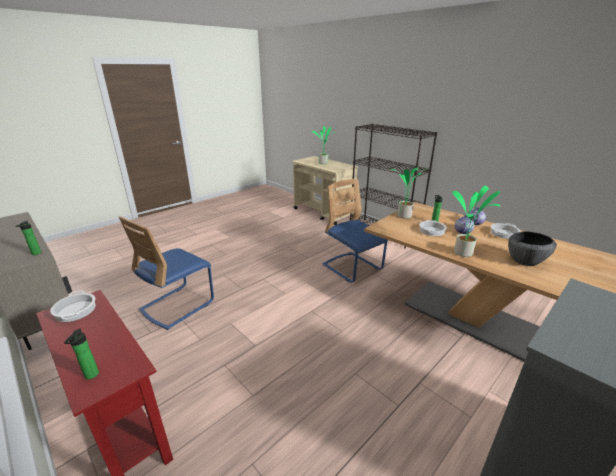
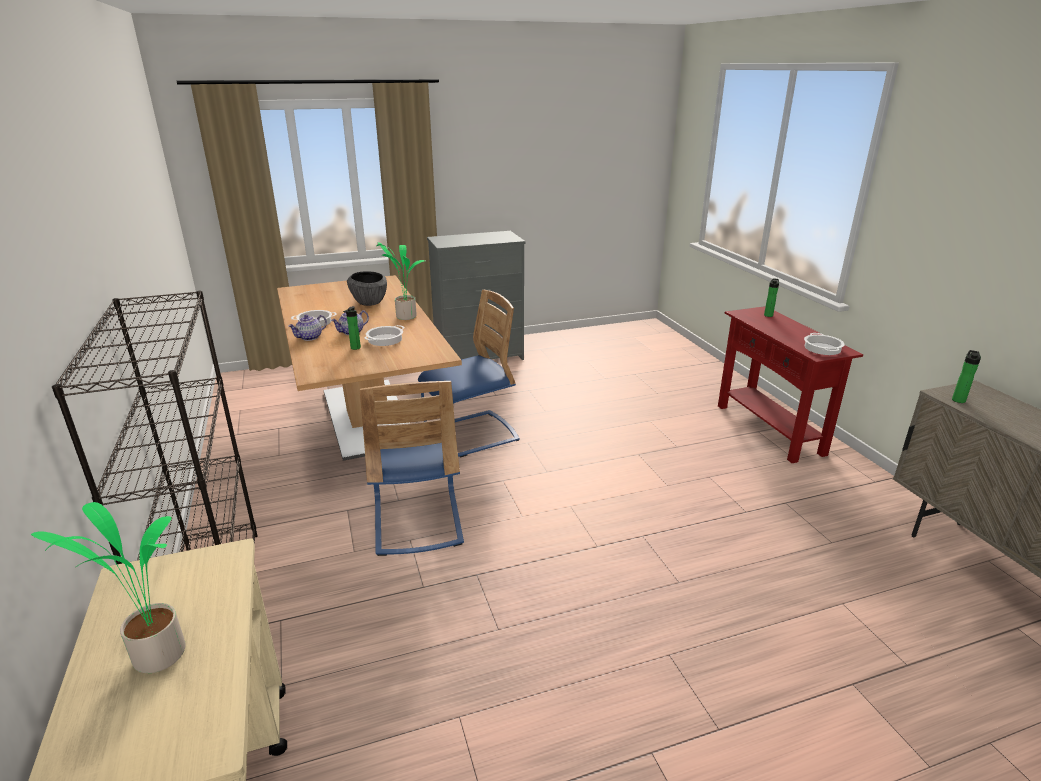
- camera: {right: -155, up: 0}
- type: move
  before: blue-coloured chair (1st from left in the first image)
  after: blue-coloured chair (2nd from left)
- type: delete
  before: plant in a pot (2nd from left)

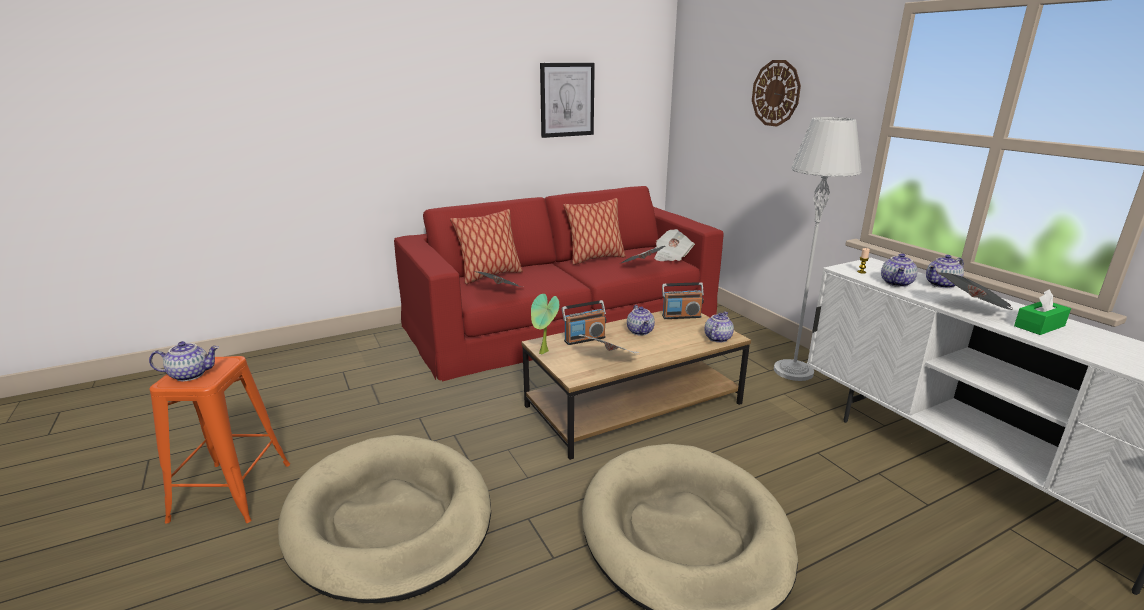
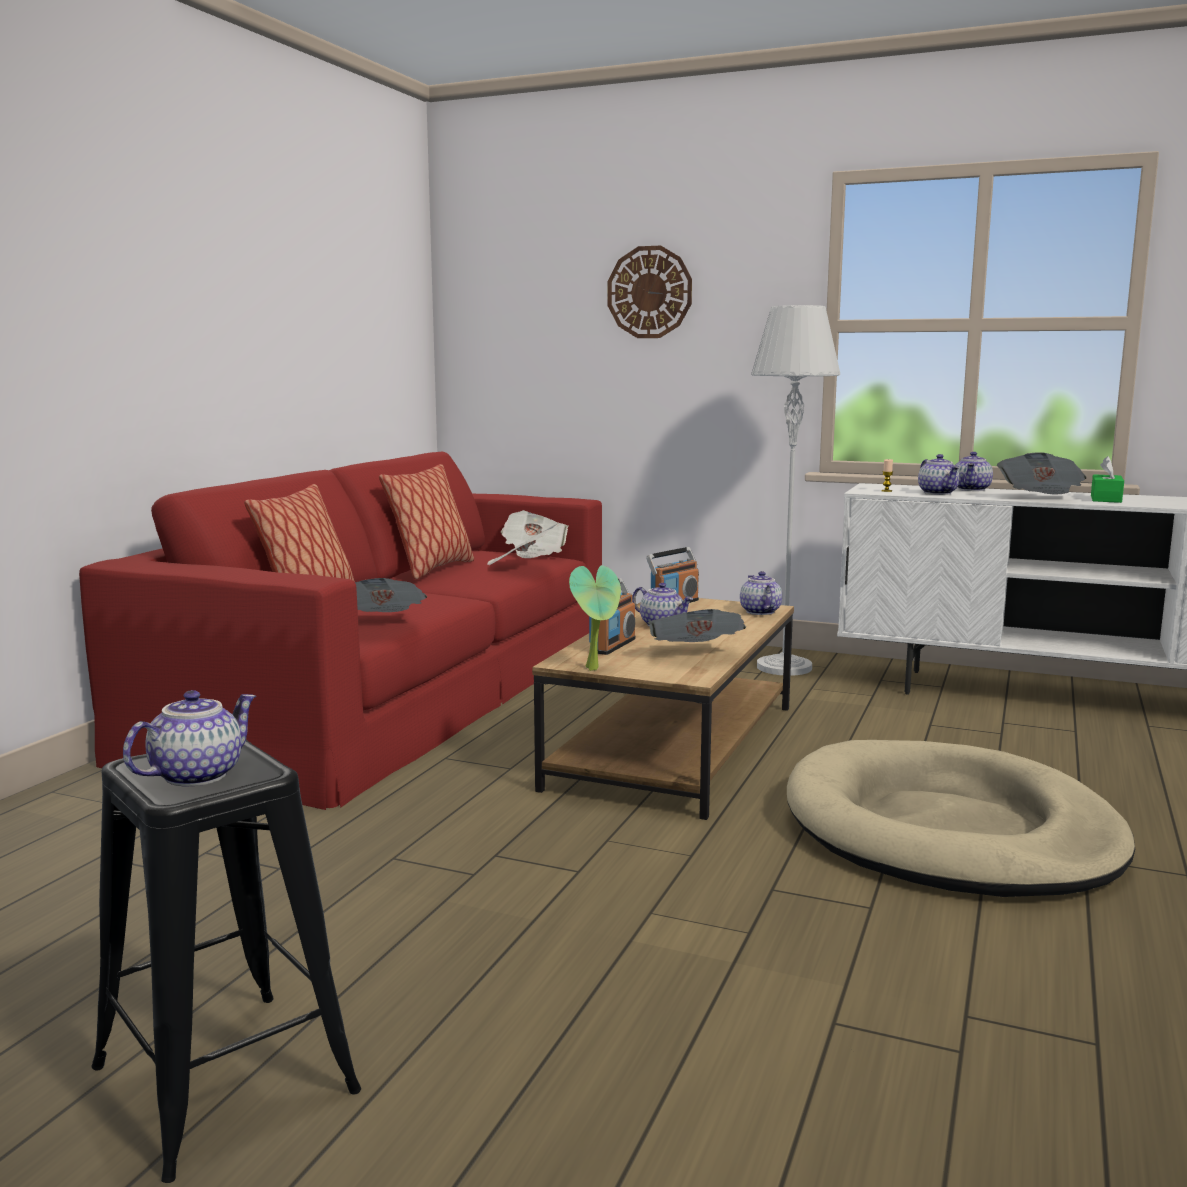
- camera: {right: -40, up: -10}
- type: recolor
  before: orange stool
  after: black-coloured stool
- type: delete
  before: beige dog bed (1st from left)
- type: delete
  before: wall picture

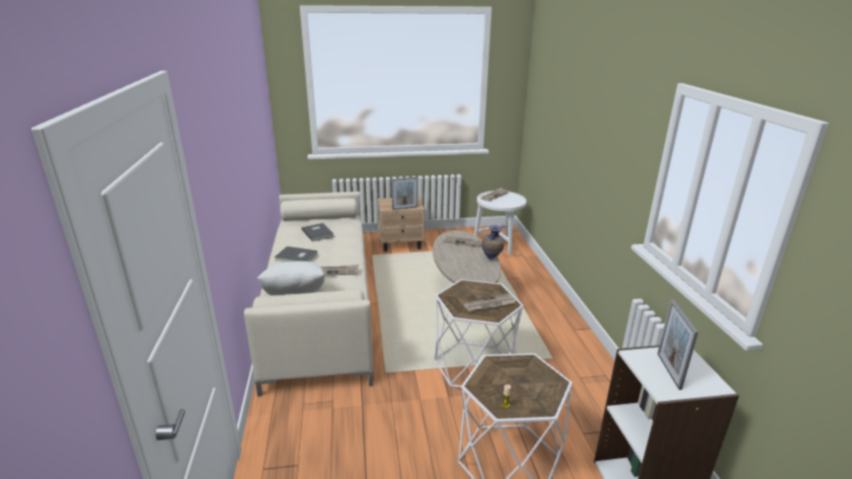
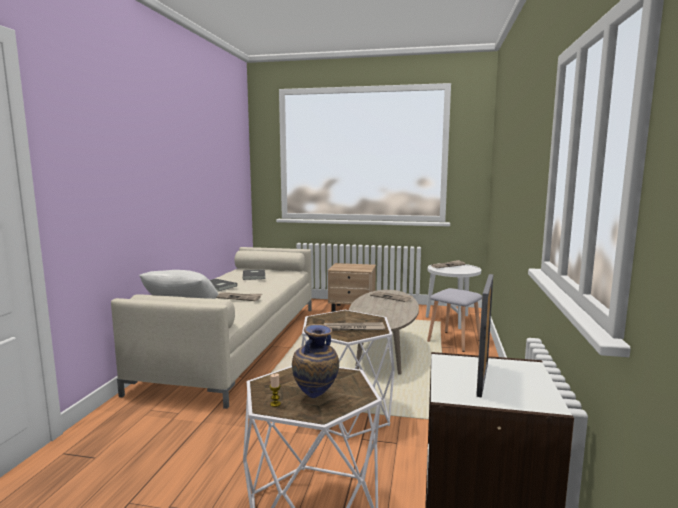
- camera: {right: 20, up: -15}
- type: move
  before: flower vase
- type: insert
  after: grey stool
- type: delete
  before: standing frame (1st from left)

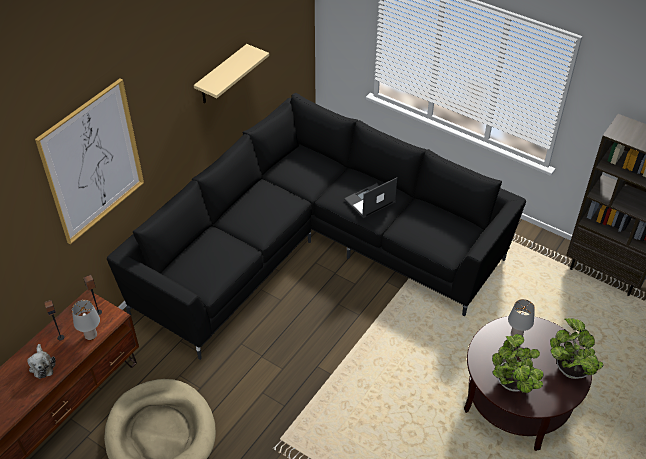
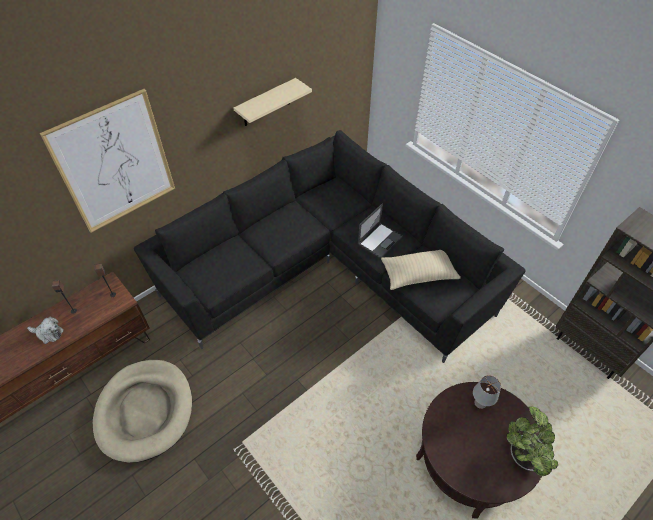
- camera: {right: 15, up: 5}
- type: rotate
  before: plush toy
  turn: -75
- type: rotate
  before: notebook computer
  turn: 150
- type: insert
  after: beige cushion
- type: delete
  before: grey tabletop lamp (1st from left)
- type: delete
  before: plant in a pot (1st from left)

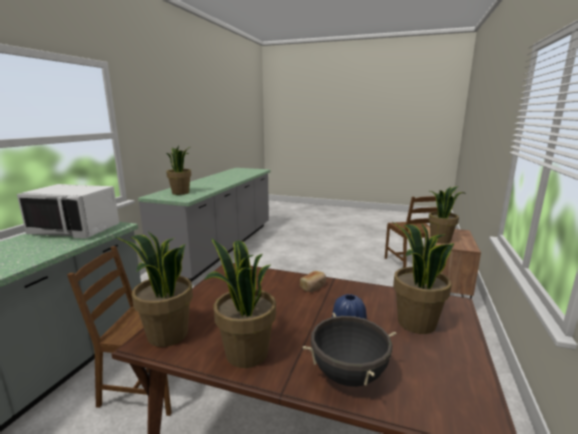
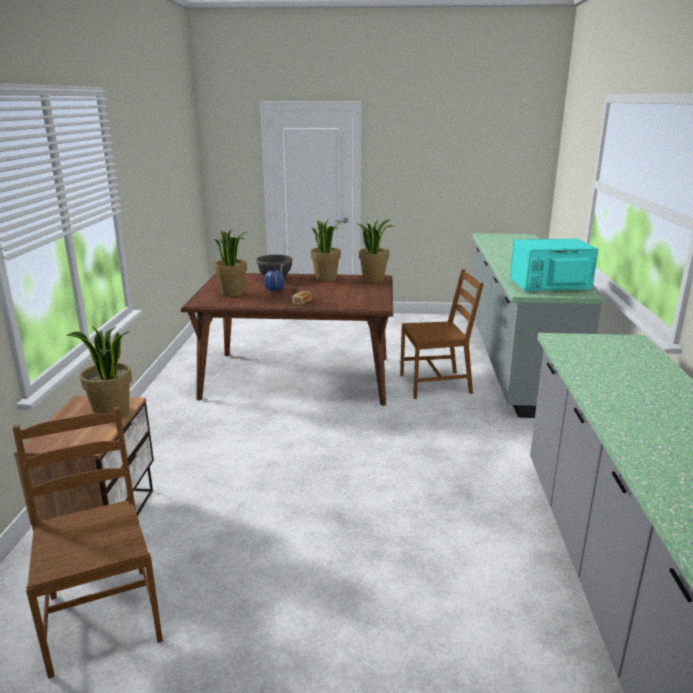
- camera: {right: 165, up: 5}
- type: recolor
  before: white-coloured kitchen microwave
  after: blue-green kitchen microwave
- type: delete
  before: plant in a pot (2nd from left)

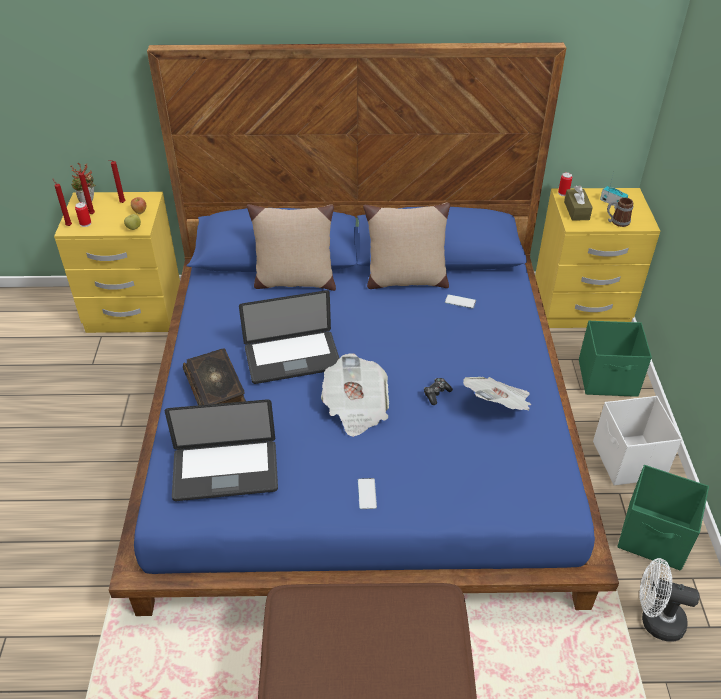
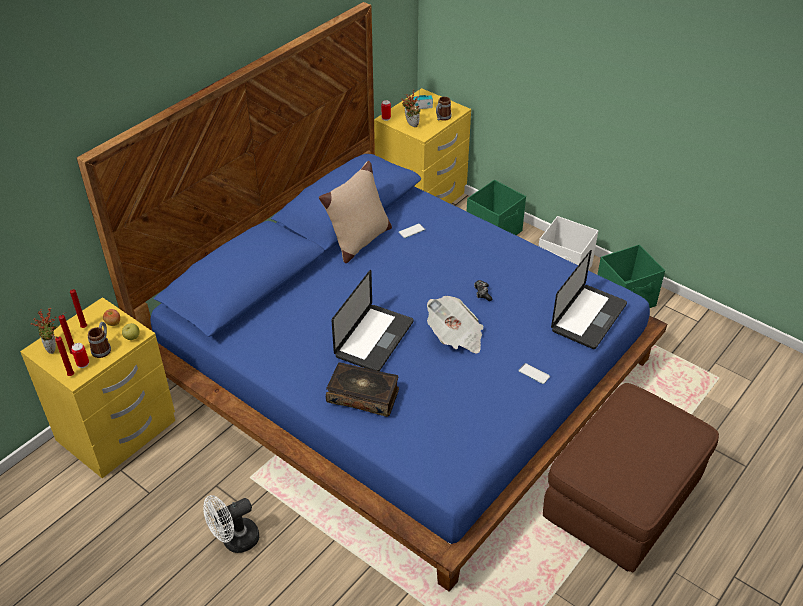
- camera: {right: -50, up: 0}
- type: insert
  after: coffee mug (1st from left)
- type: move
  before: white-coloured cooling fan
- type: replace
  before: brown-coloured box of tissues
  after: plant in a pot (2nd from left)
- type: move
  before: notebook computer (1st from left in the first image)
  after: notebook computer (2nd from left)
- type: delete
  before: beige cushion (1st from left)
- type: delete
  before: newspaper (2nd from left)

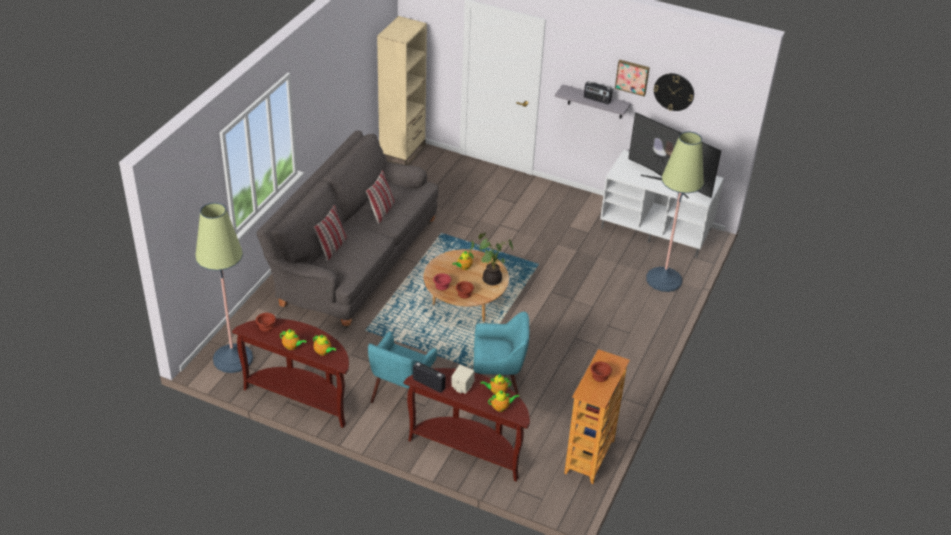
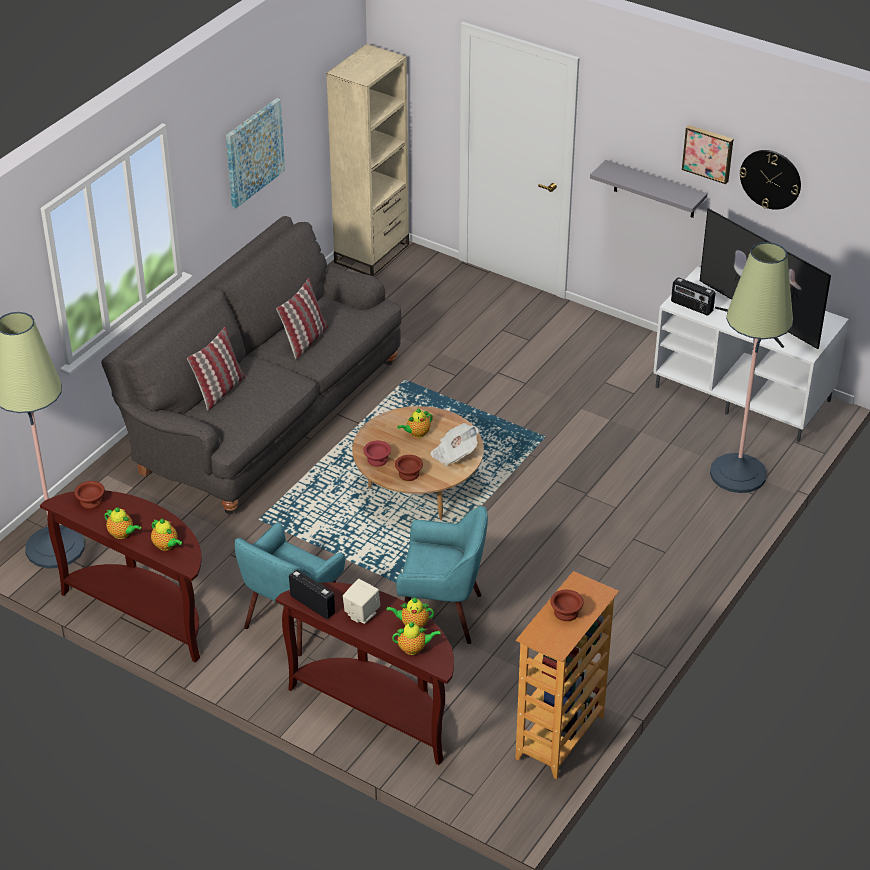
- camera: {right: 10, up: 0}
- type: insert
  after: wall picture (1st from left)
- type: replace
  before: plant in a pot
  after: newspaper
- type: move
  before: radio set (2nd from left)

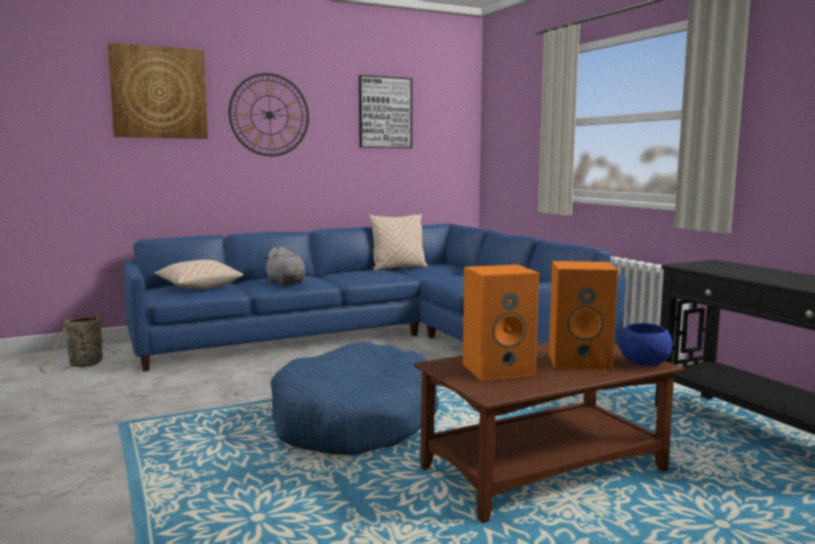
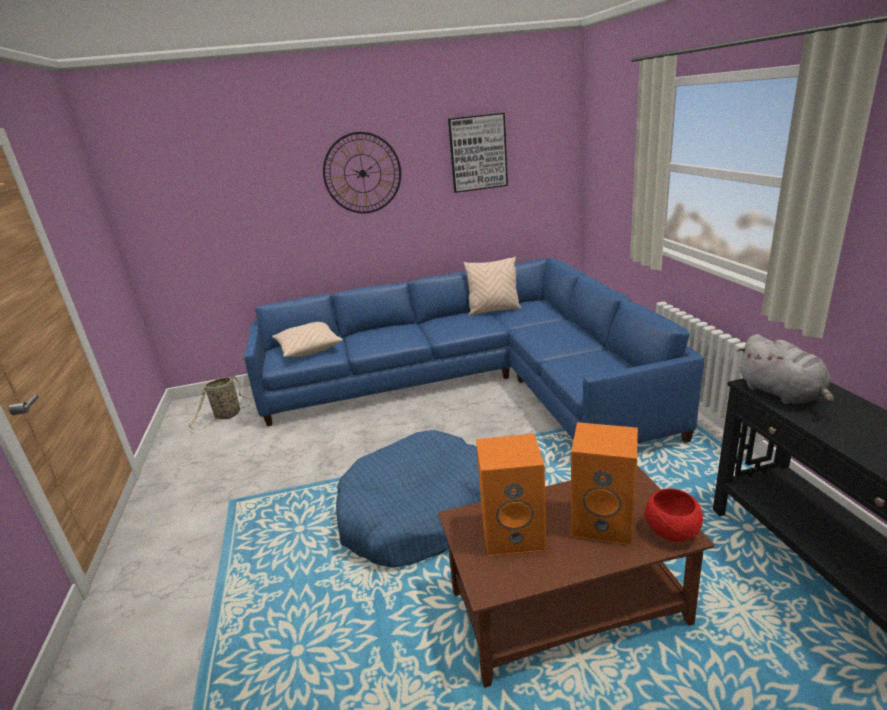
- camera: {right: 15, up: 15}
- type: recolor
  before: blue-coloured deep dish
  after: reddish deep dish
- type: move
  before: grey plush toy
- type: delete
  before: wall picture (1st from left)

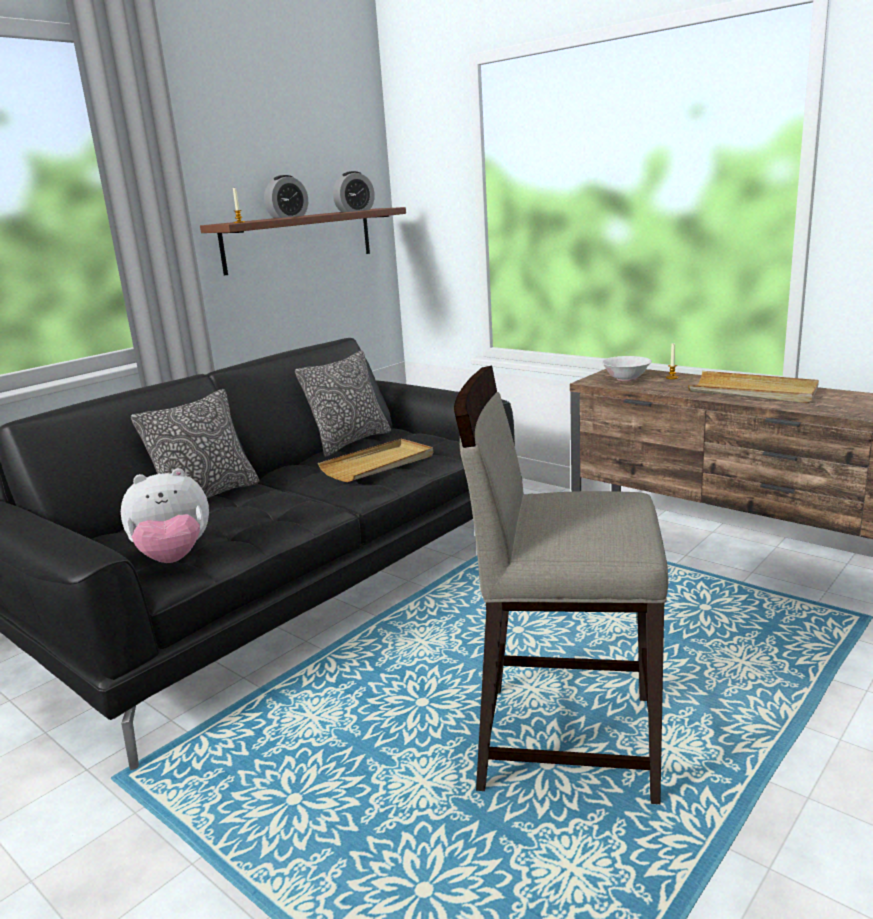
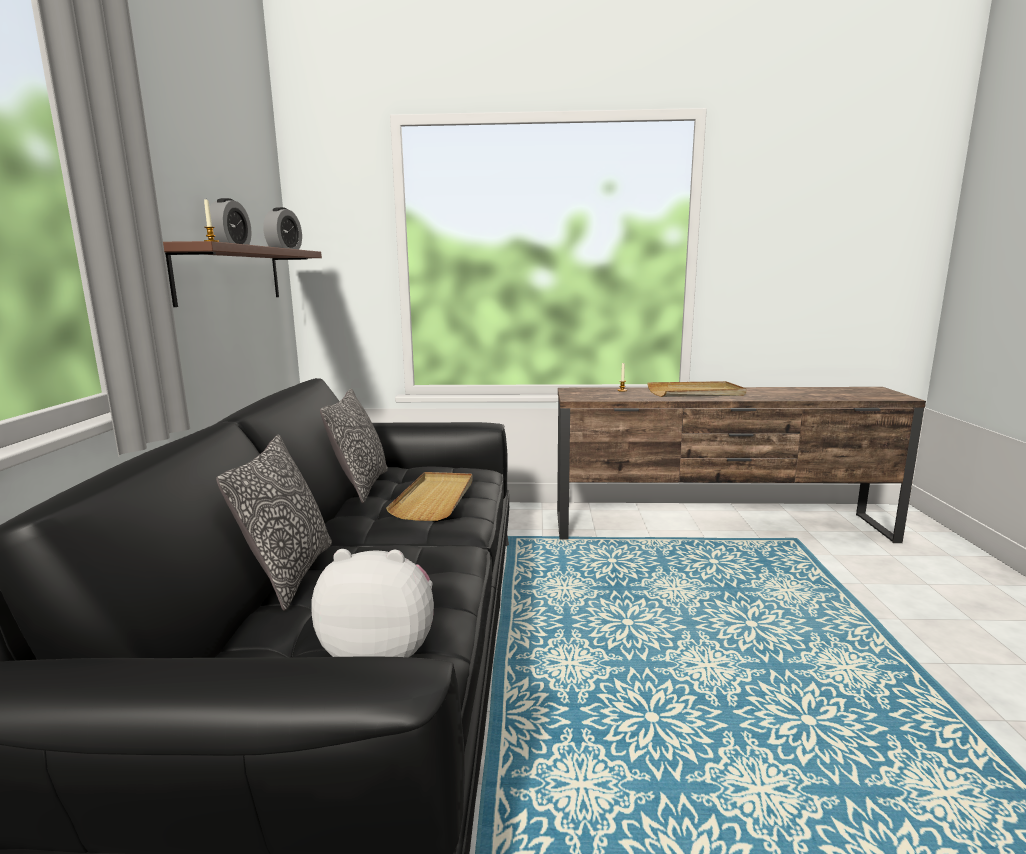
- camera: {right: -40, up: -5}
- type: rotate
  before: plush toy
  turn: -120
- type: delete
  before: beige stool
- type: delete
  before: white-coloured deep dish

